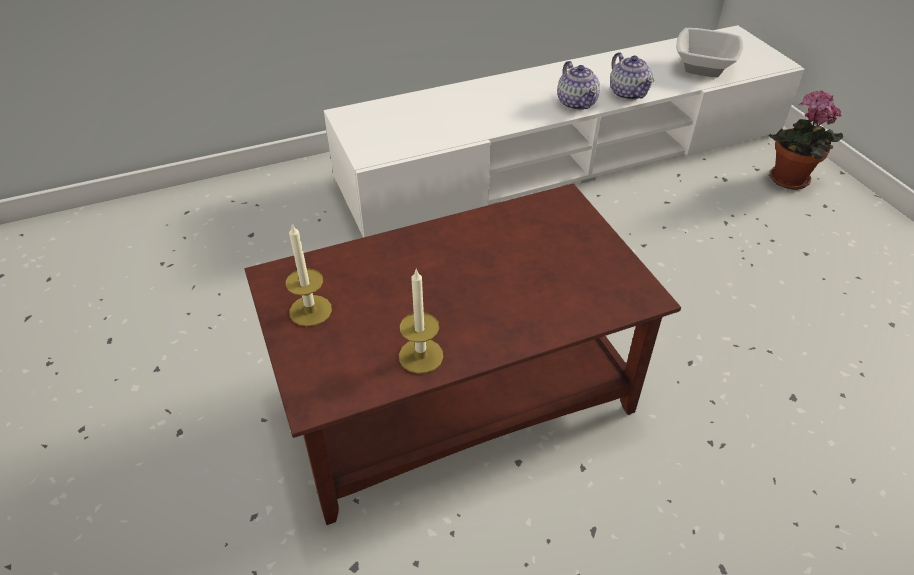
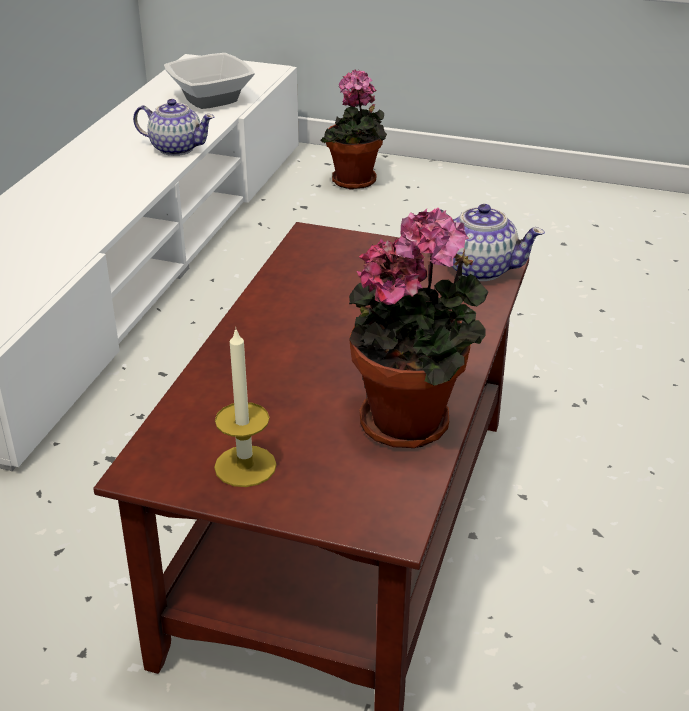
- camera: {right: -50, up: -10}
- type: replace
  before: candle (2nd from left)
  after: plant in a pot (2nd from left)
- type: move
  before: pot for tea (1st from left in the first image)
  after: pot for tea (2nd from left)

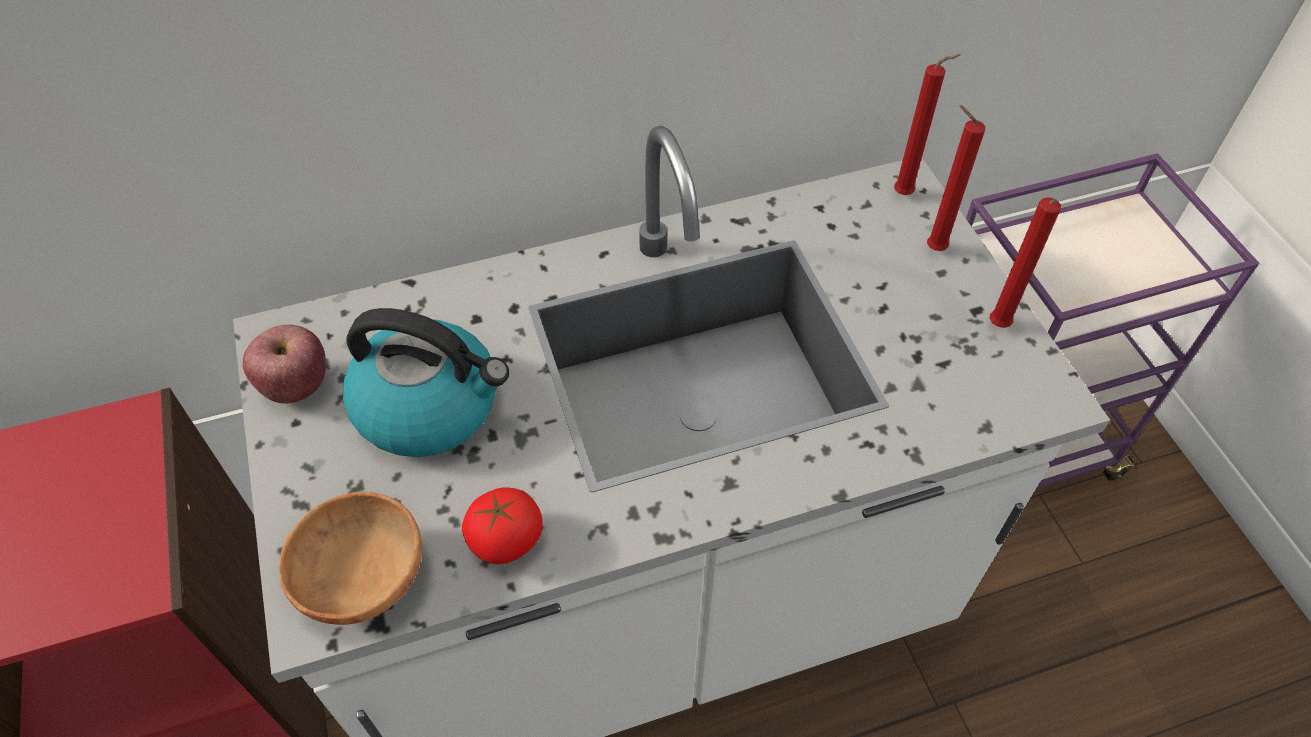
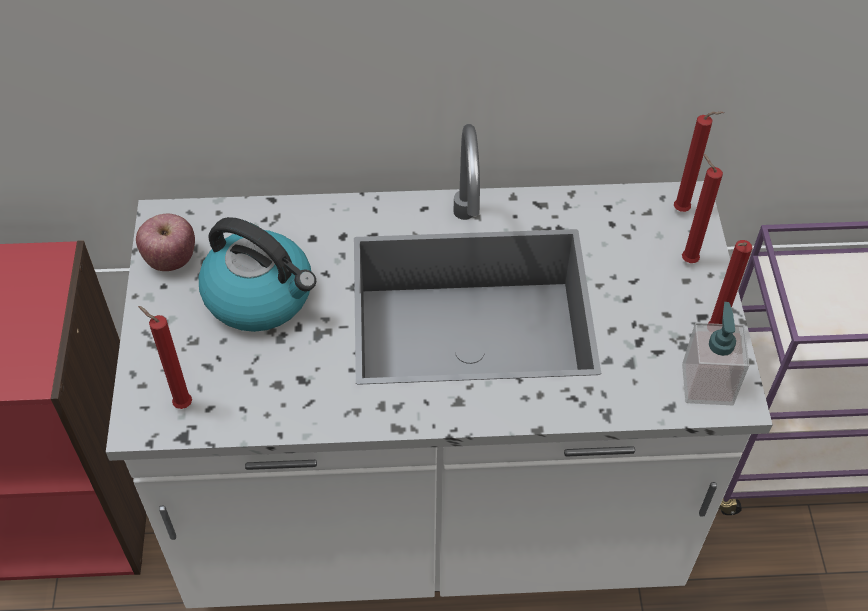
- camera: {right: 15, up: 0}
- type: replace
  before: brown-coloured deep dish
  after: reddish candle (1st from left)
- type: insert
  after: liquid soap bottle
- type: delete
  before: whole tomato

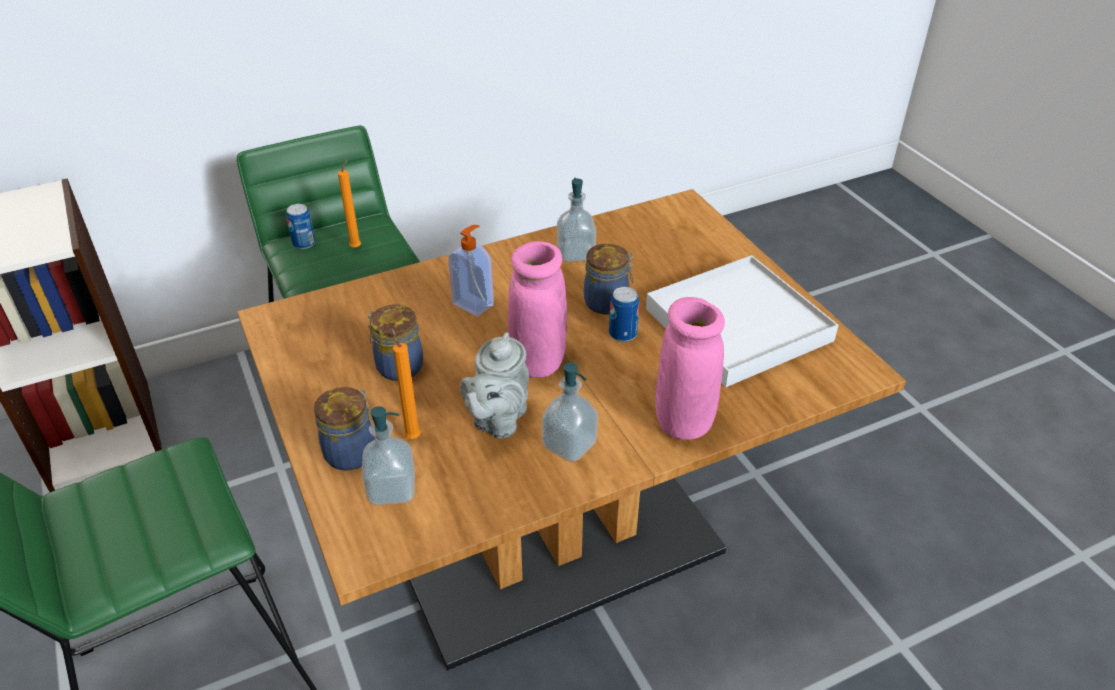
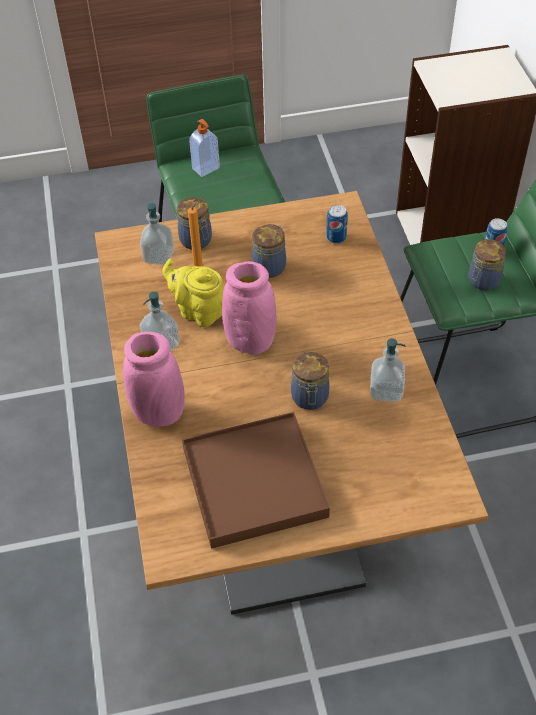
- camera: {right: 105, up: 10}
- type: recolor
  before: grey pot for tea
  after: yellowish pot for tea
- type: recolor
  before: white-coloured carrying tray
  after: brown-coloured carrying tray
- type: move
  before: liquid soap bottle (2nd from left in the first image)
  after: liquid soap bottle (3rd from left)
- type: move
  before: metal can (2nd from left in the first image)
  after: metal can (1st from left)
- type: replace
  before: orange candle (1st from left)
  after: storage jar (4th from left)

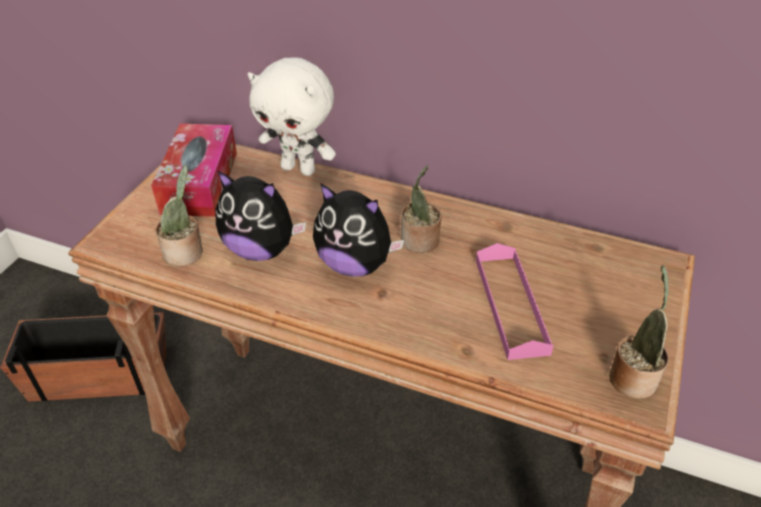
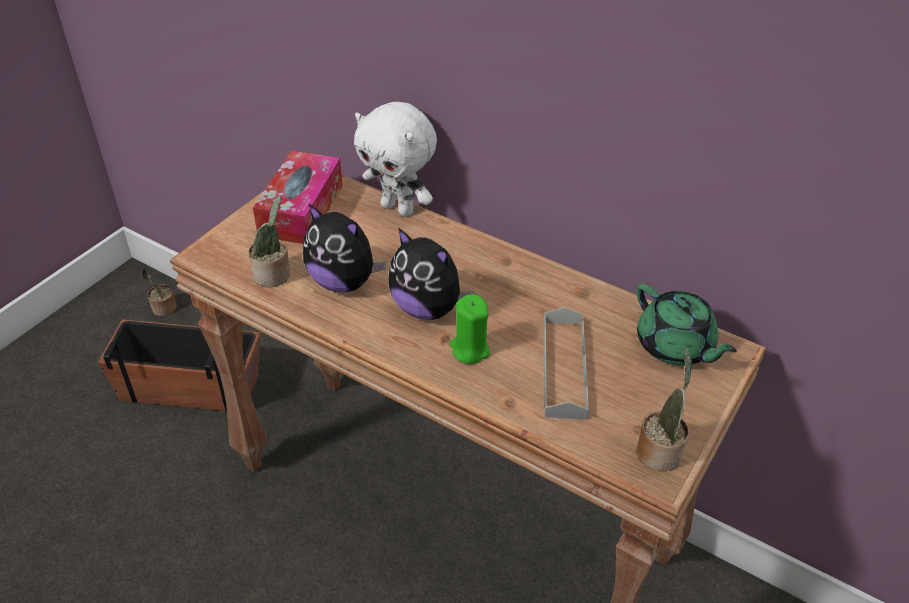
- camera: {right: 10, up: 0}
- type: move
  before: plant in a pot (2nd from left in the first image)
  after: plant in a pot (1st from left)
- type: insert
  after: green-coloured candle
- type: recolor
  before: pinkish carrying tray
  after: grey carrying tray
- type: insert
  after: green-coloured pot for tea

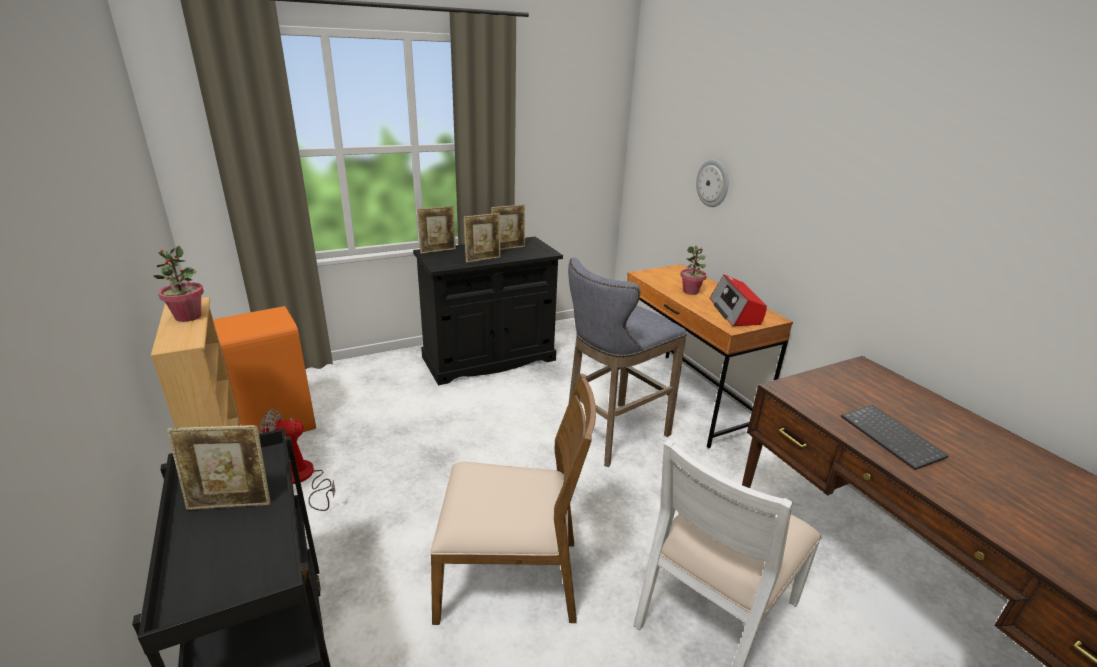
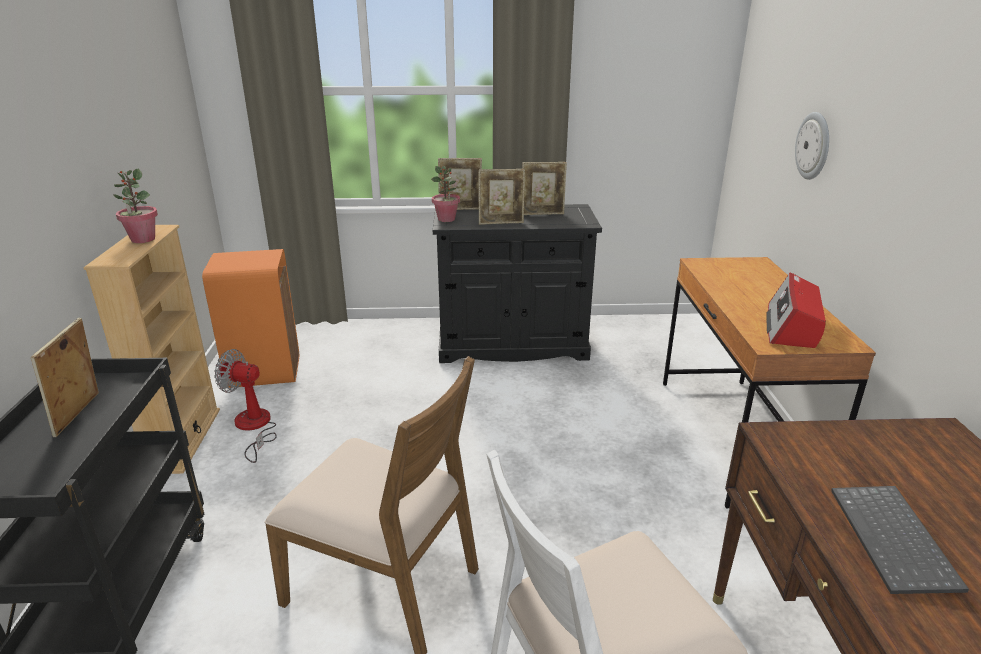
- camera: {right: 25, up: 0}
- type: rotate
  before: standing frame (1st from left)
  turn: 75
- type: move
  before: plant in a pot (2nd from left)
- type: delete
  before: grey stool

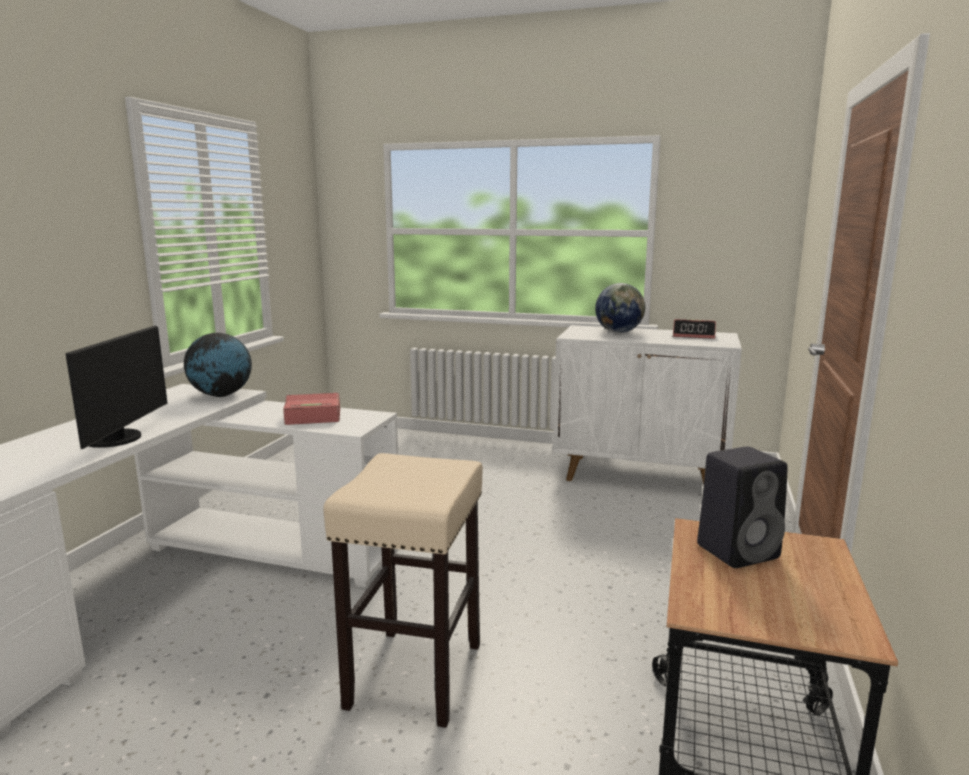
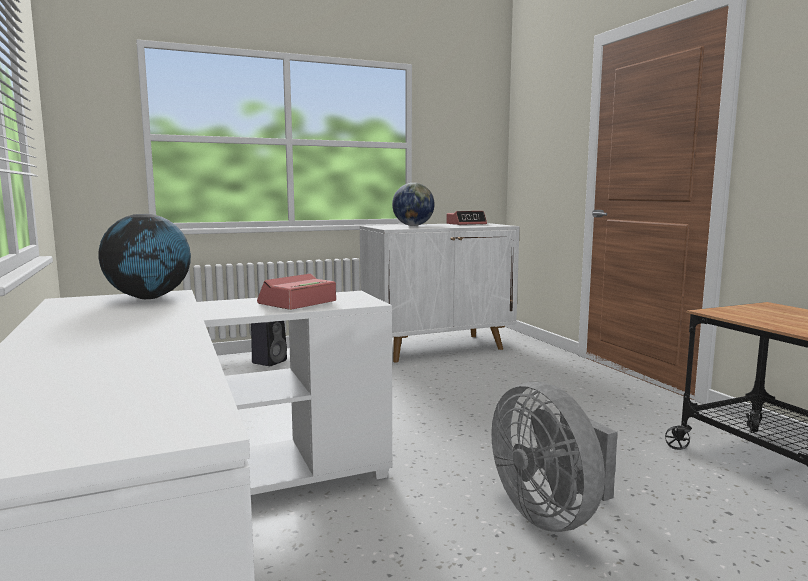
- camera: {right: -40, up: -5}
- type: move
  before: black-coloured speaker
- type: replace
  before: beige stool
  after: grey cooling fan
- type: delete
  before: computer screen

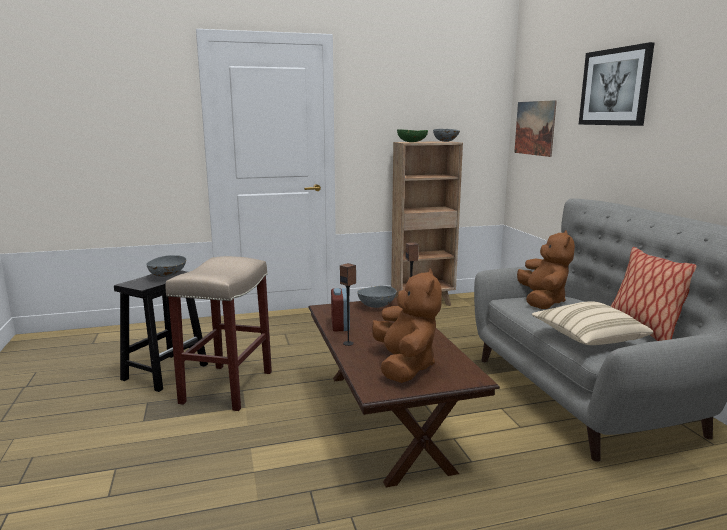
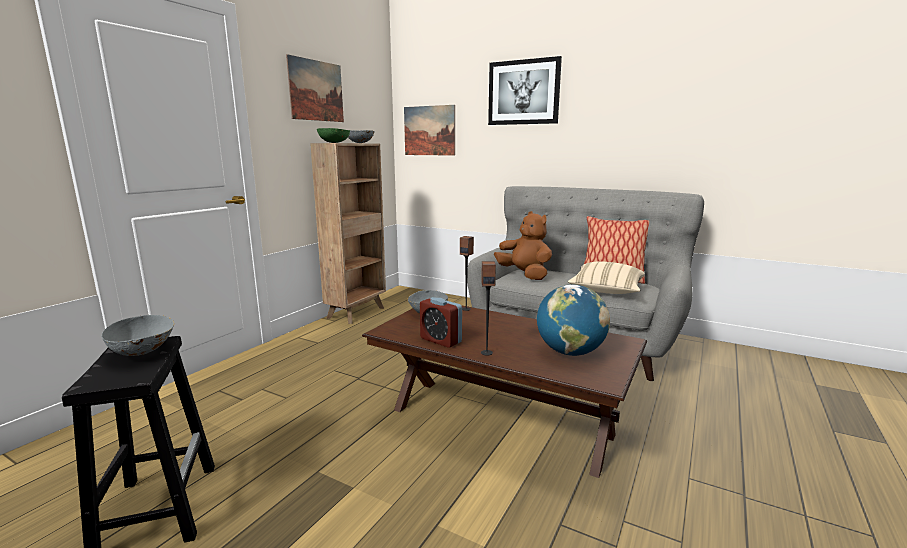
- camera: {right: -45, up: 0}
- type: insert
  after: wall picture (1st from left)
- type: replace
  before: brown-coloured plush toy (1st from left)
  after: world globe
- type: delete
  before: beige stool

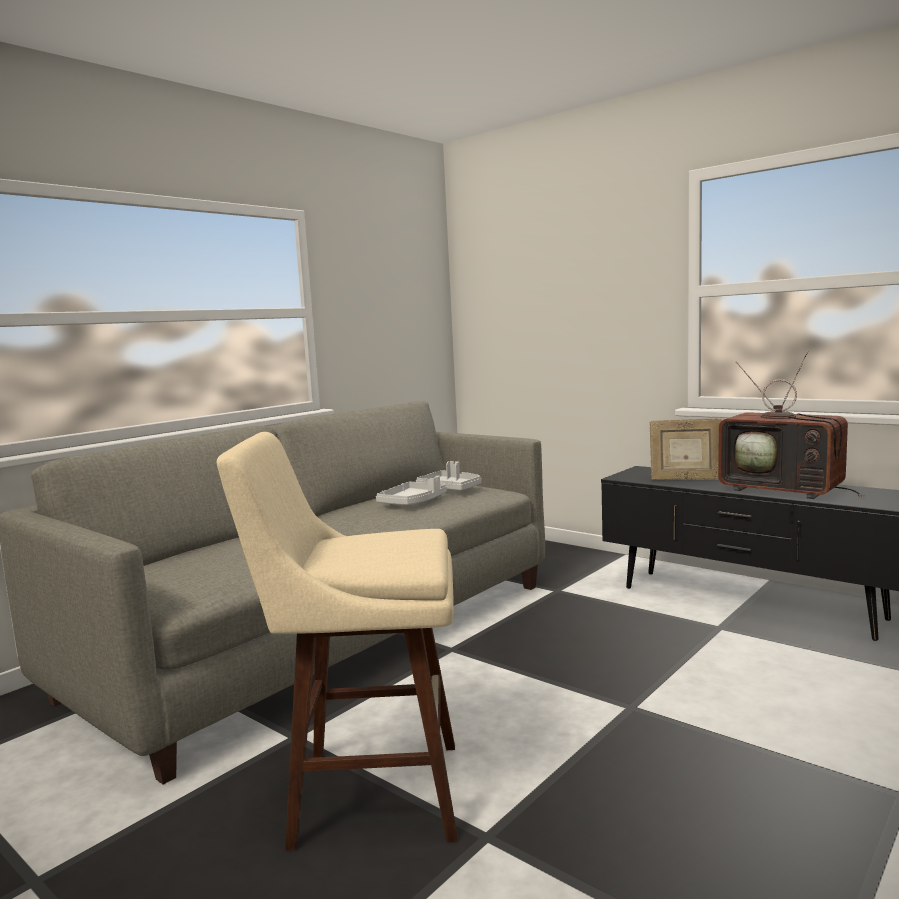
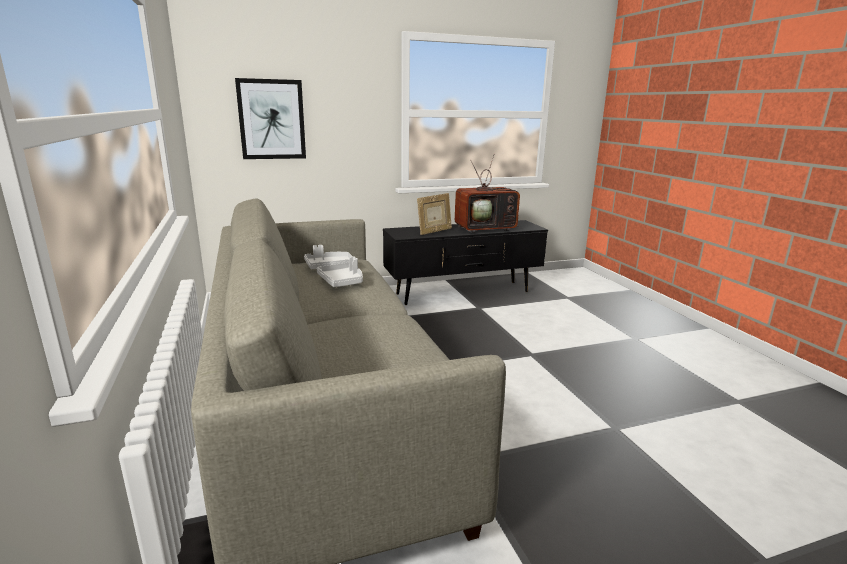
- camera: {right: -60, up: 10}
- type: insert
  after: wall picture
- type: delete
  before: beige stool

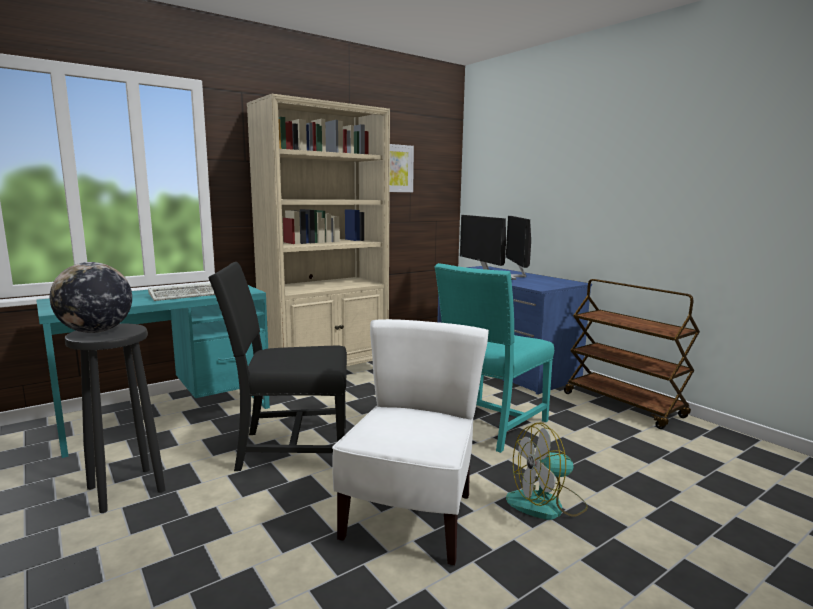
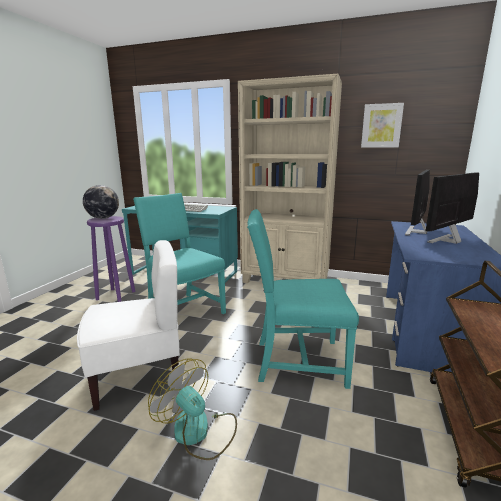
- camera: {right: 55, up: 5}
- type: recolor
  before: black-coloured stool
  after: purplish stool
- type: recolor
  before: black-coloured chair
  after: blue-green chair (1st from left)

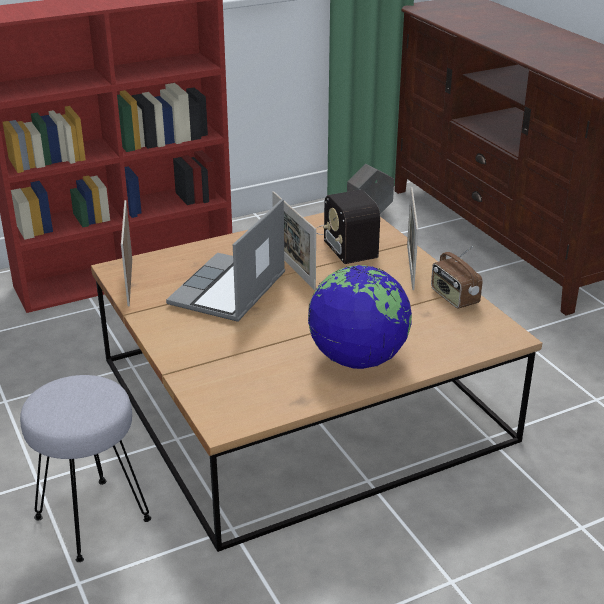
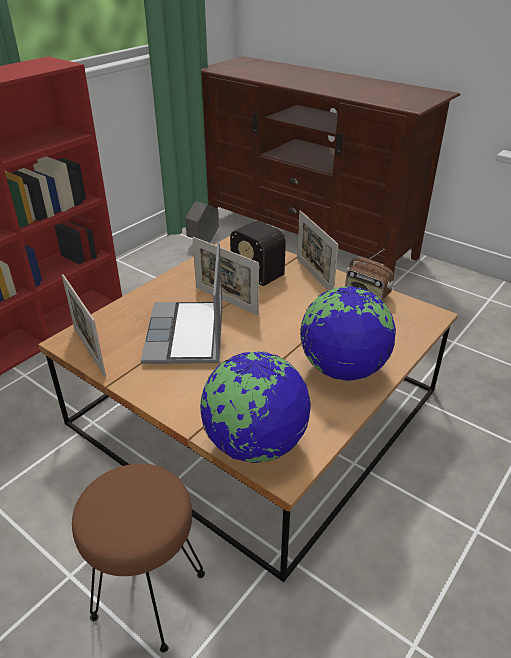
- camera: {right: -25, up: 5}
- type: recolor
  before: grey stool
  after: brown-coloured stool
- type: insert
  after: world globe (1st from left)

